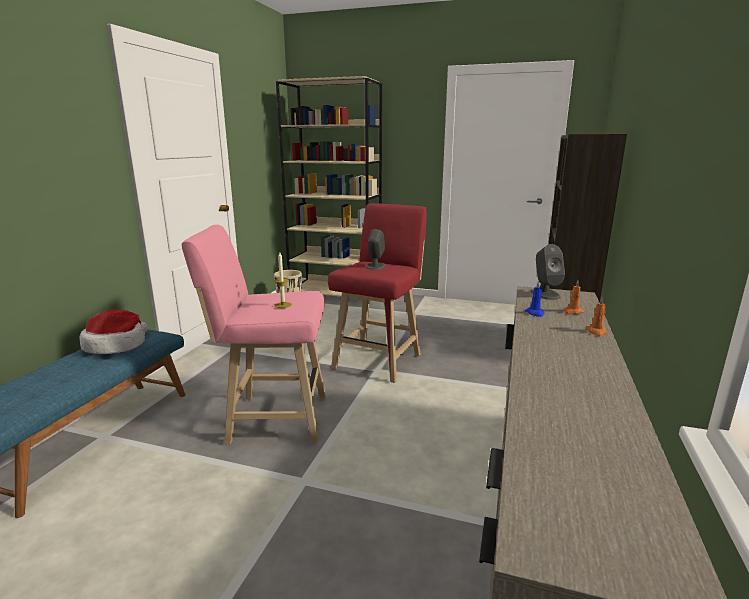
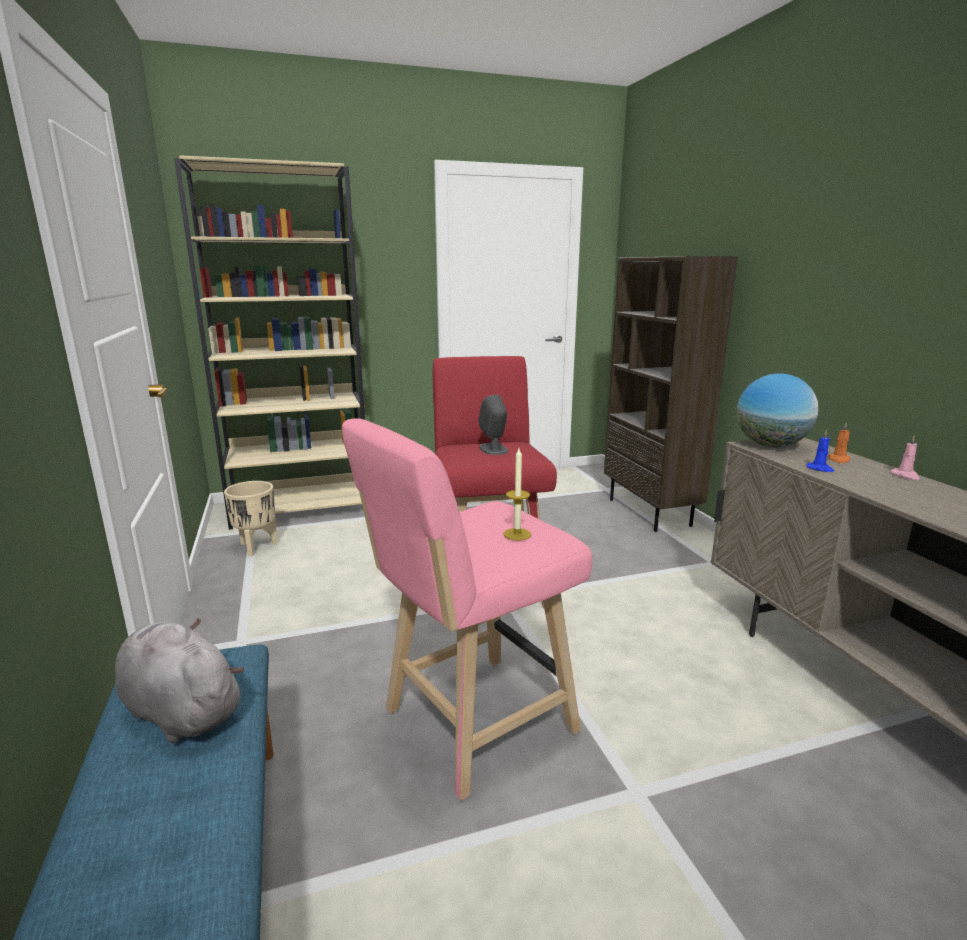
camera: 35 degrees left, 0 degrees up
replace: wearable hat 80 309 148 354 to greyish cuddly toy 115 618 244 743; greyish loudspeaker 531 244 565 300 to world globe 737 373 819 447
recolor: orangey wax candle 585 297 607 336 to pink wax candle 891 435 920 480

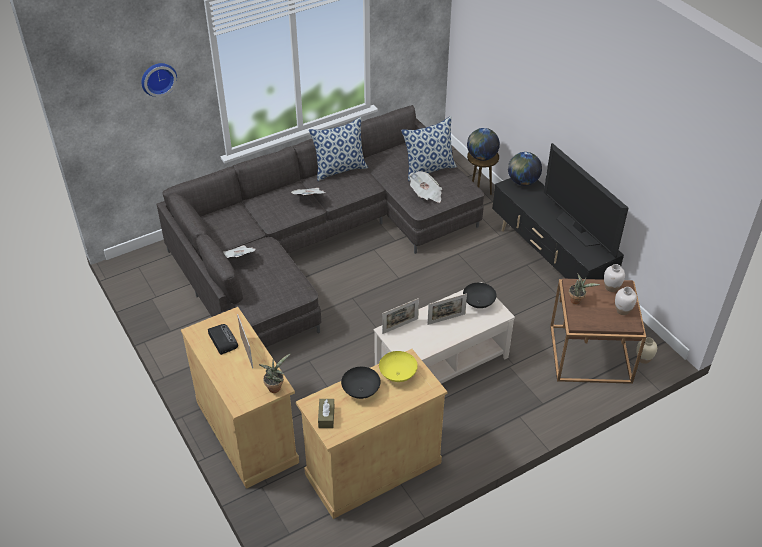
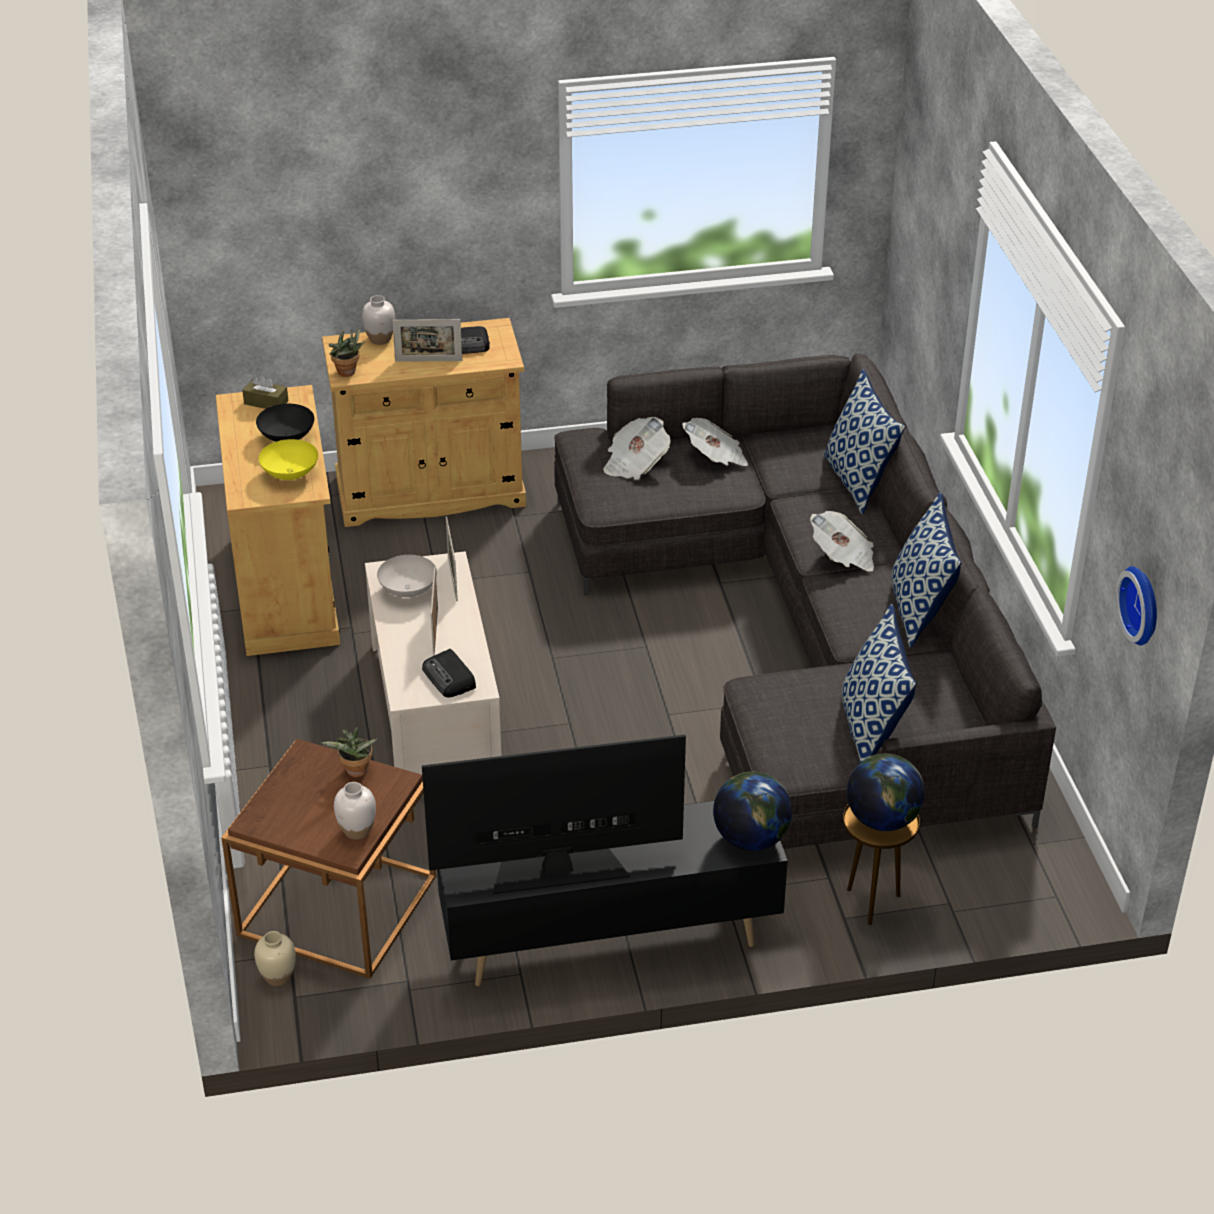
camera: 110 degrees right, 5 degrees down
insert: whitish bowl 377 555 437 597; cushion 823 369 905 514
move: hanging clock 141 63 177 97 to 1116 566 1157 645; newspaper 409 171 442 203 to 603 417 671 480; whitish decorative vase 615 287 637 315 to 362 295 395 345
replace: black-coloured bowl 463 283 497 308 to radio 422 649 476 697

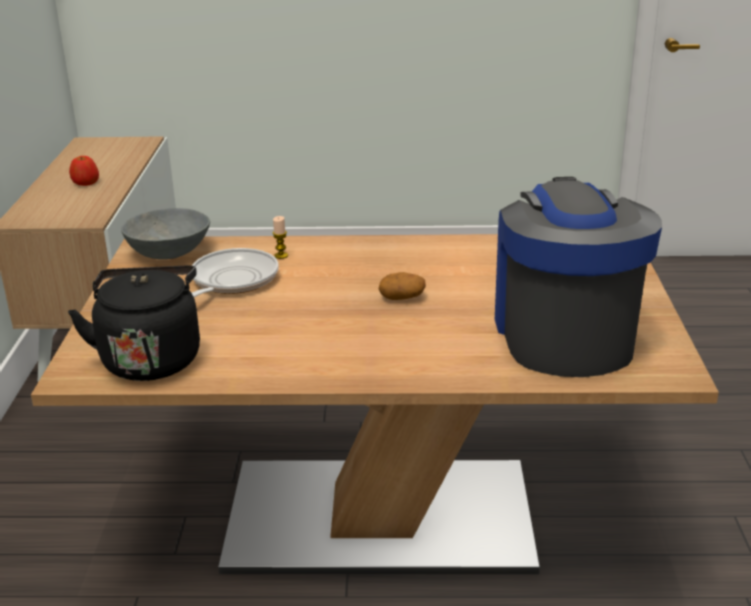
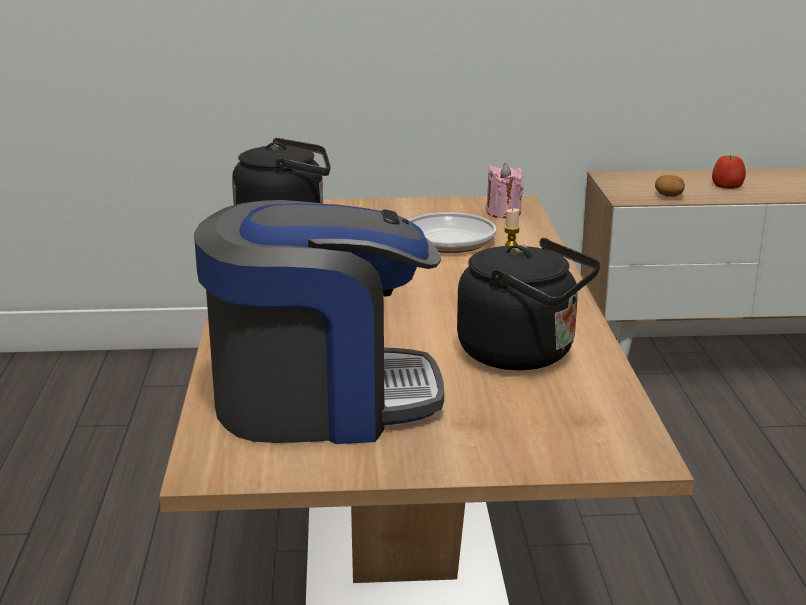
camera: 85 degrees right, 5 degrees down
insert: black-coloured water kettle 457 238 600 370
move: spud 379 272 426 300 to 655 175 685 197
replace: greyish bowl 121 208 210 259 to pink wax candle 486 163 524 218

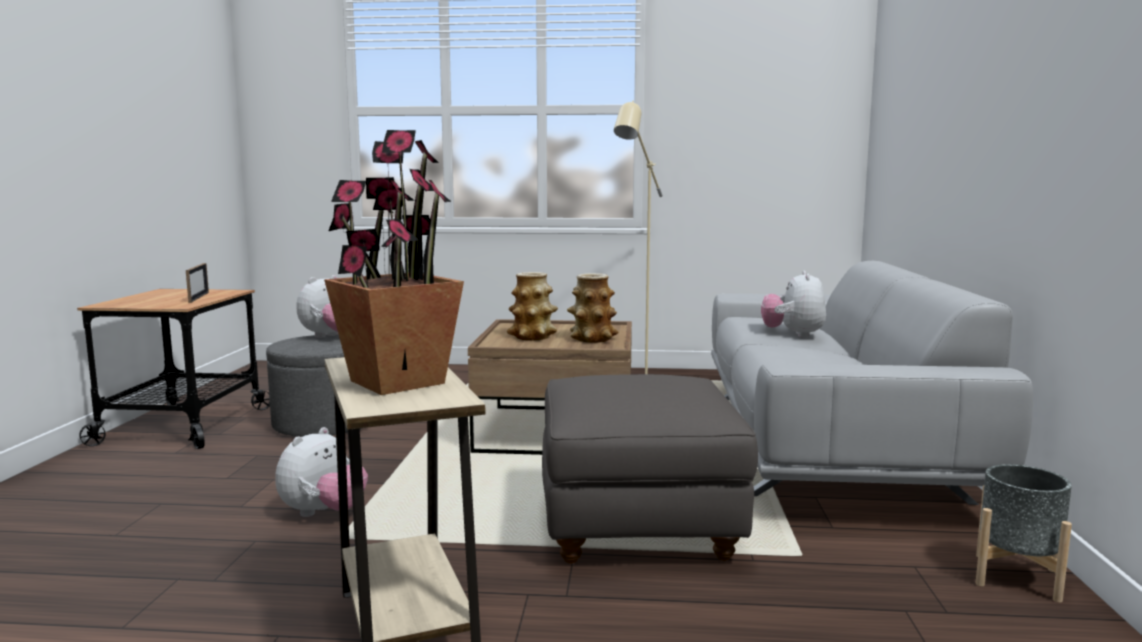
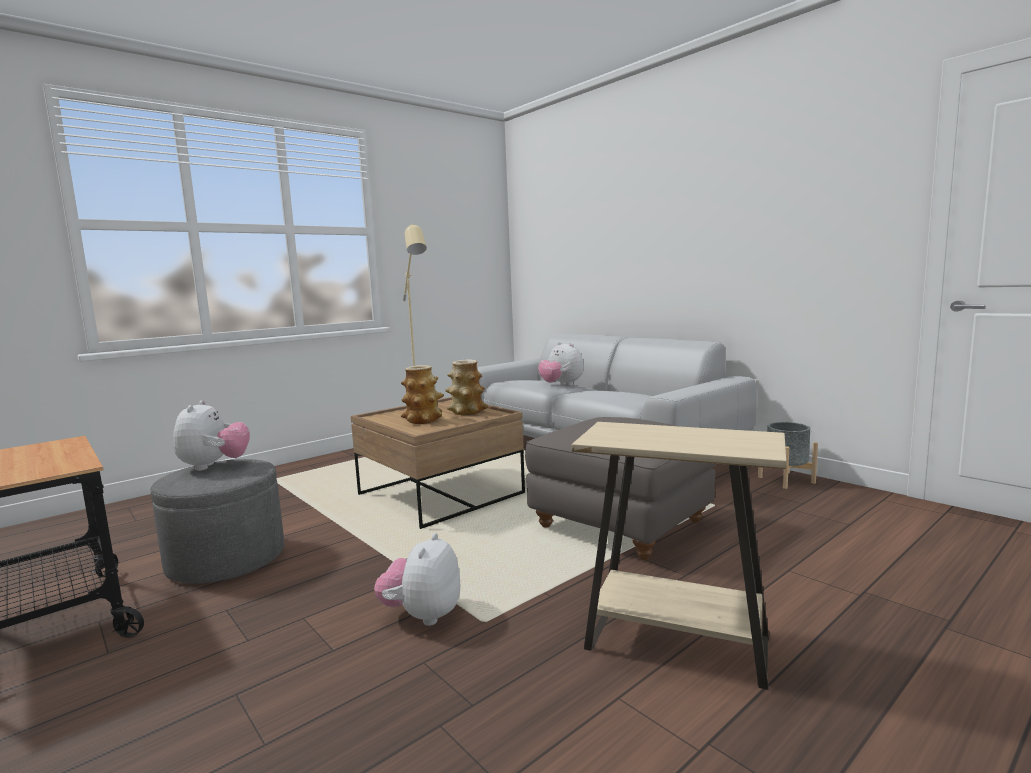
camera: 45 degrees left, 0 degrees up
delete: picture frame 186 263 209 303; houseplant 324 130 464 395
rotate: cuddly toy 275 427 368 517 = 374 533 460 626 150 degrees counterclockwise

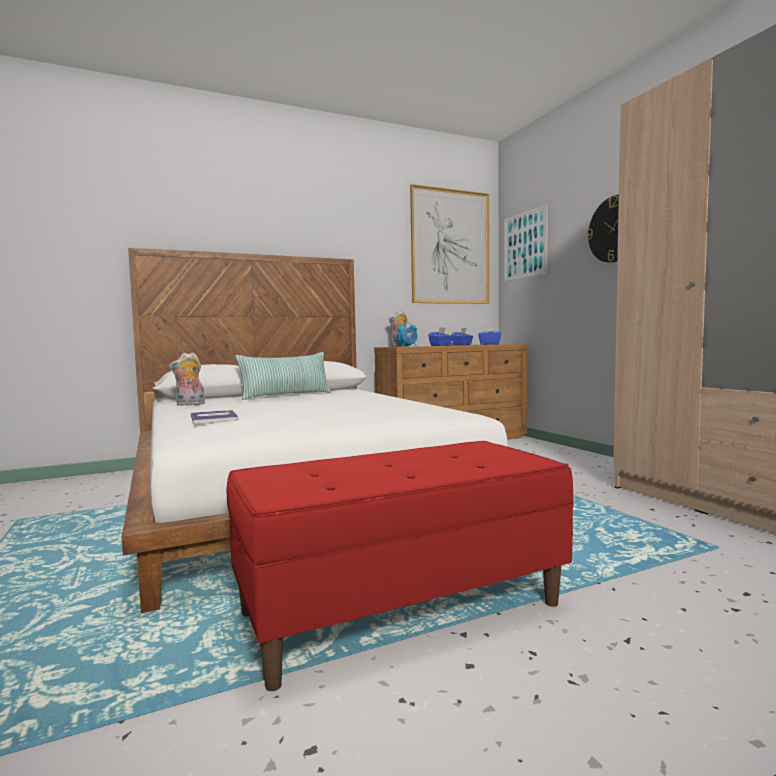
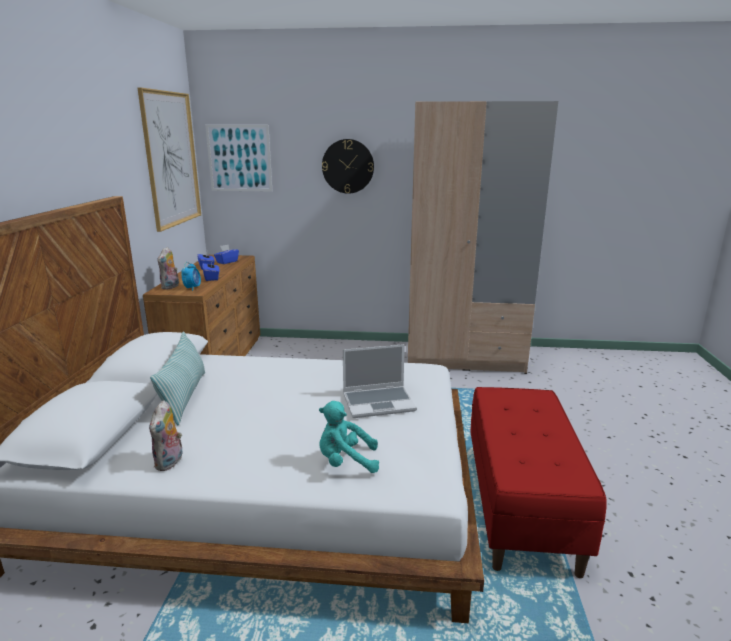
camera: 60 degrees left, 15 degrees up
insert: laptop 343 344 417 418
replace: book 191 410 238 424 to turquoise cuddly toy 319 401 379 473

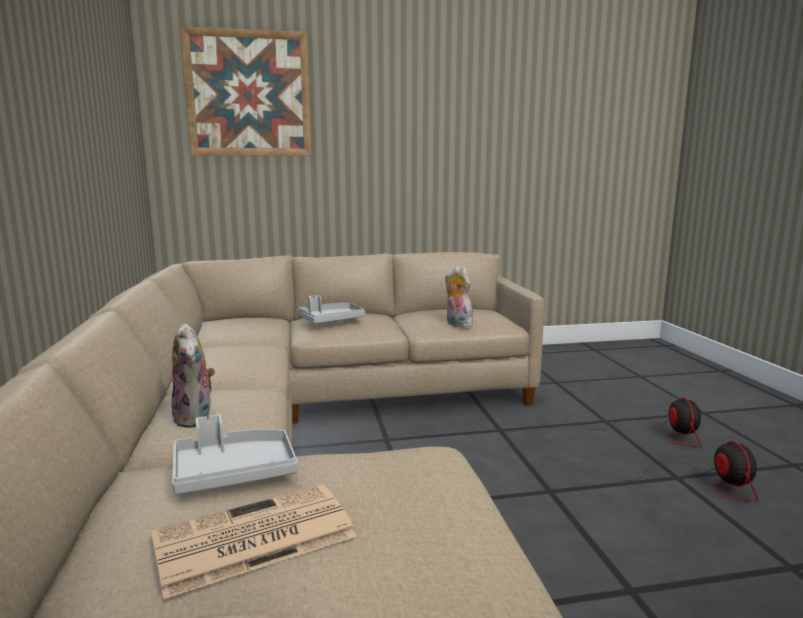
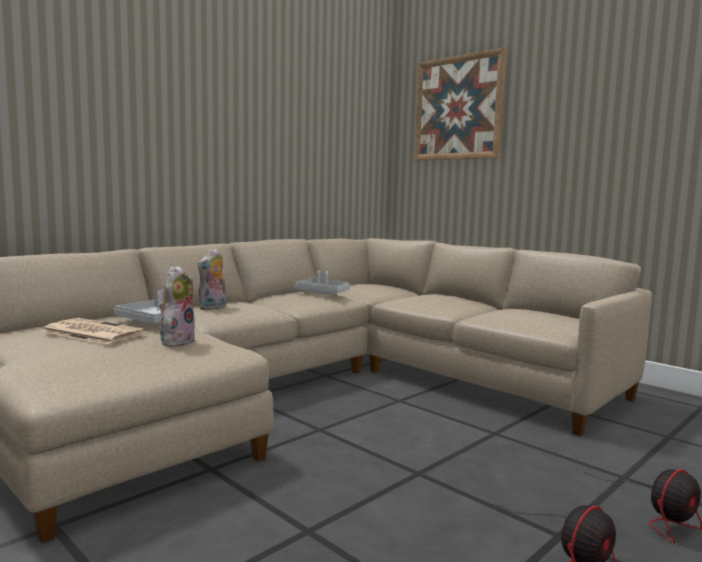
camera: 55 degrees right, 5 degrees down
move: greyish tray 298 295 365 323 to 294 271 350 294; cuddly toy 445 266 473 328 to 159 265 196 347

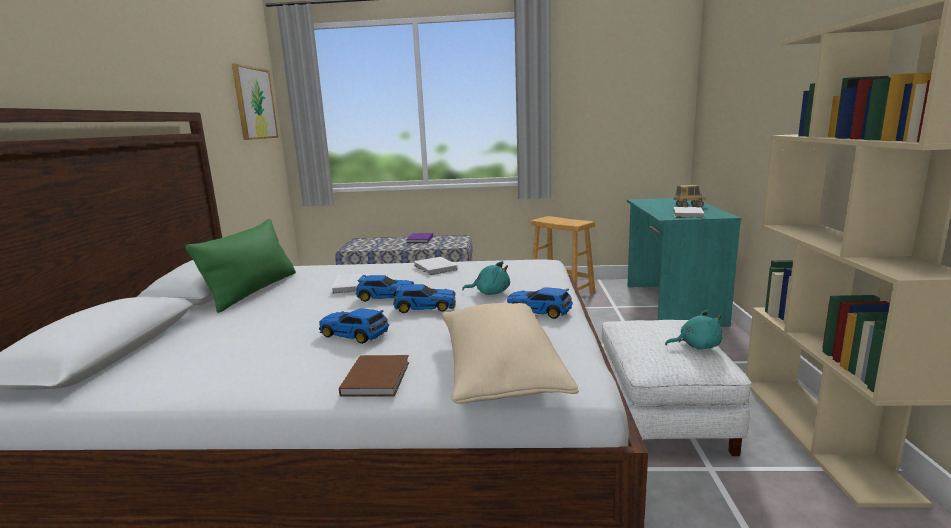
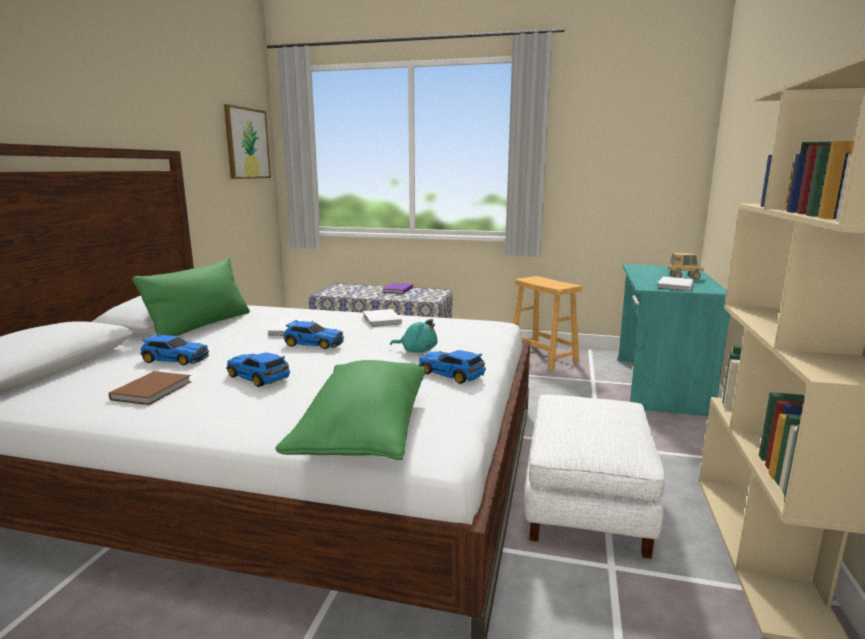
camera: 10 degrees right, 0 degrees up
delete: turquoise cuddly toy 665 310 723 350
move: brown-coloured book 339 355 409 397 to 109 371 191 405; miniature car 393 284 456 313 to 140 334 209 365
recolor: beige-coloured cushion 442 303 579 404 to greenish cushion 275 360 425 460

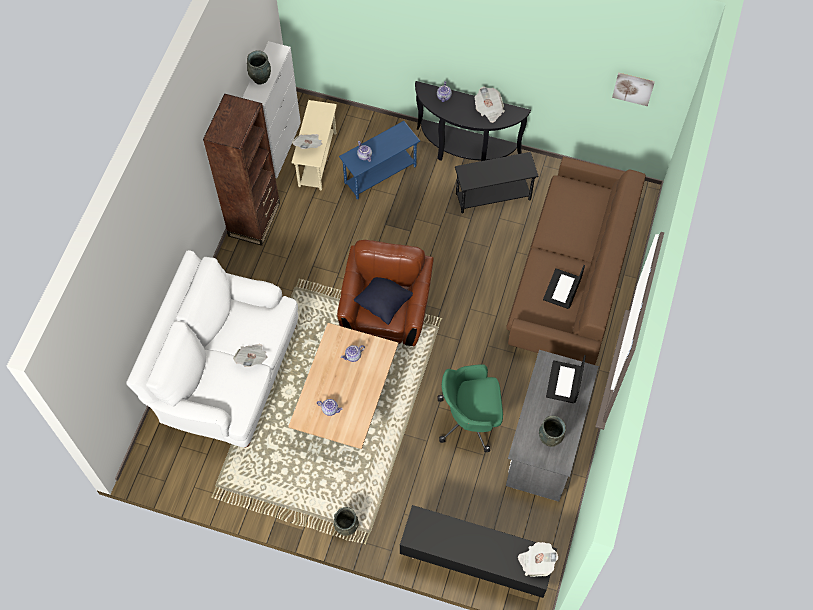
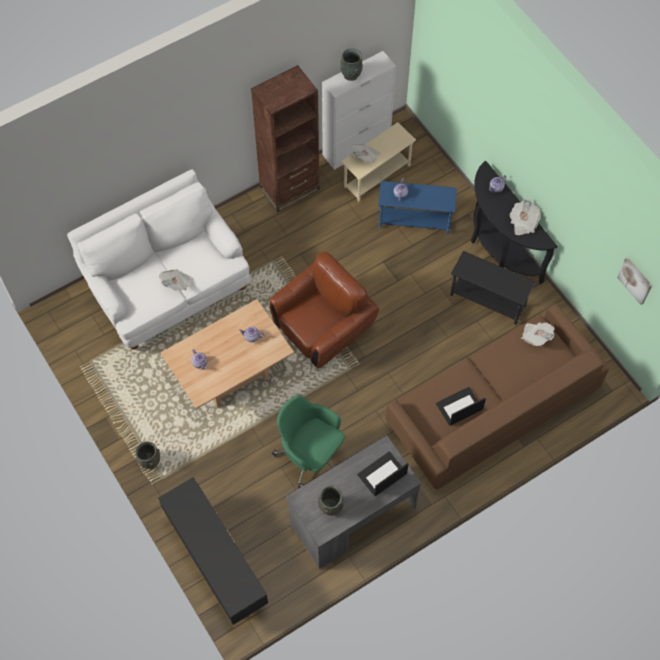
camera: 40 degrees right, 0 degrees up
delete: black-coloured cushion 354 277 413 325
move: newspaper 518 542 558 577 to 521 322 555 346

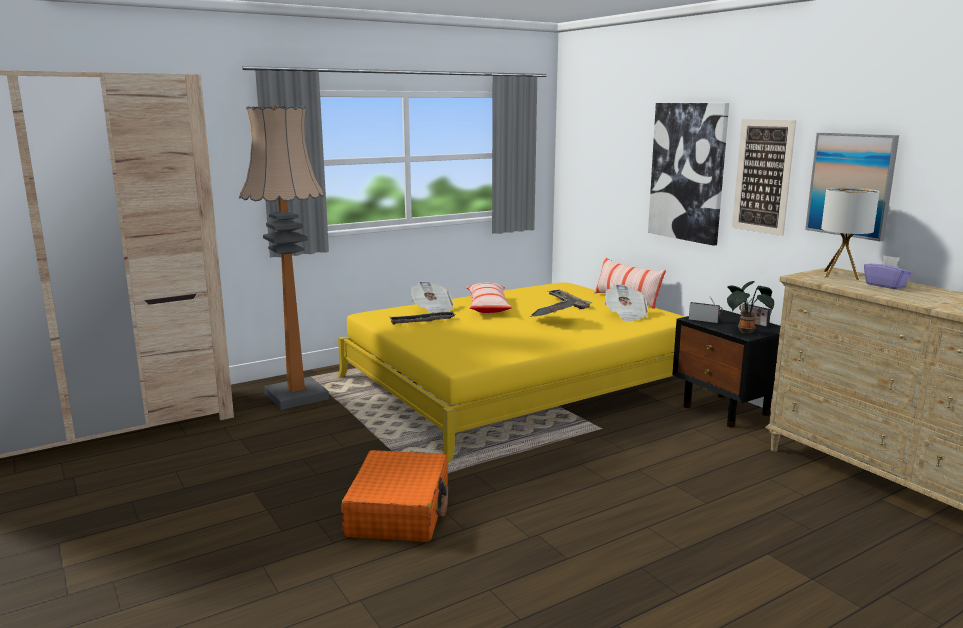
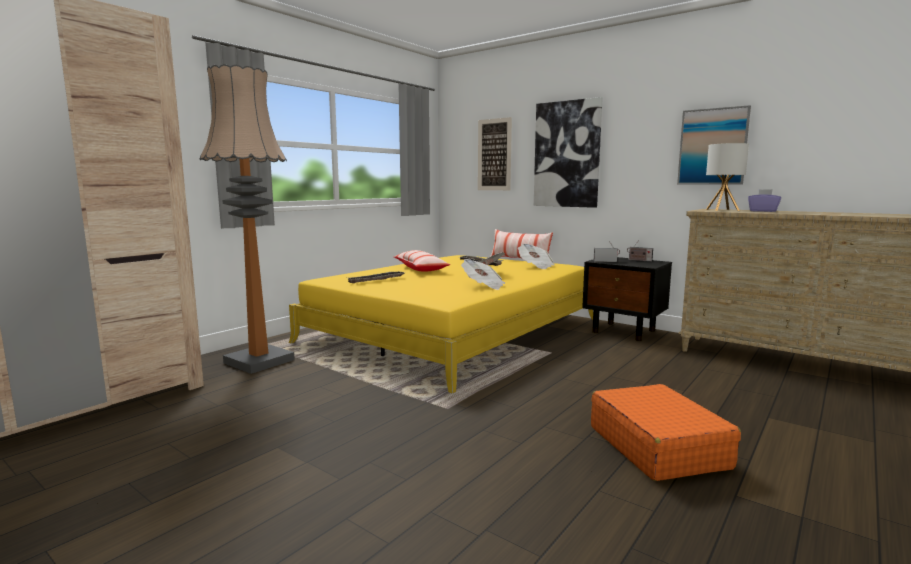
camera: 20 degrees left, 5 degrees down
delete: houseplant 727 281 774 333
move: orangey travel case 341 450 448 542 to 591 384 741 481; newspaper 411 281 454 313 to 461 259 505 290; wall picture 732 119 796 236 to 478 117 512 190

